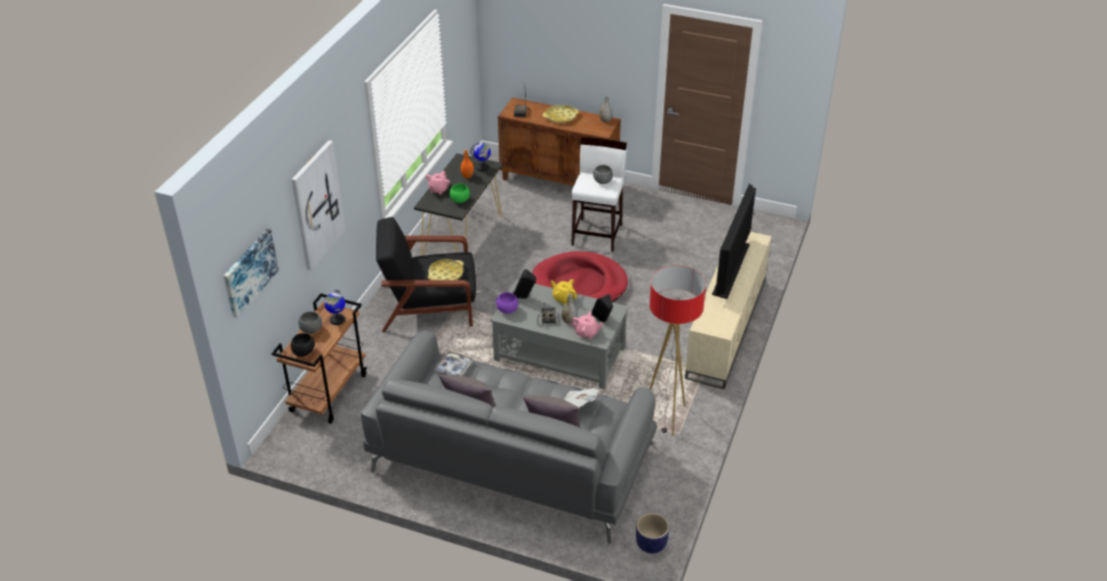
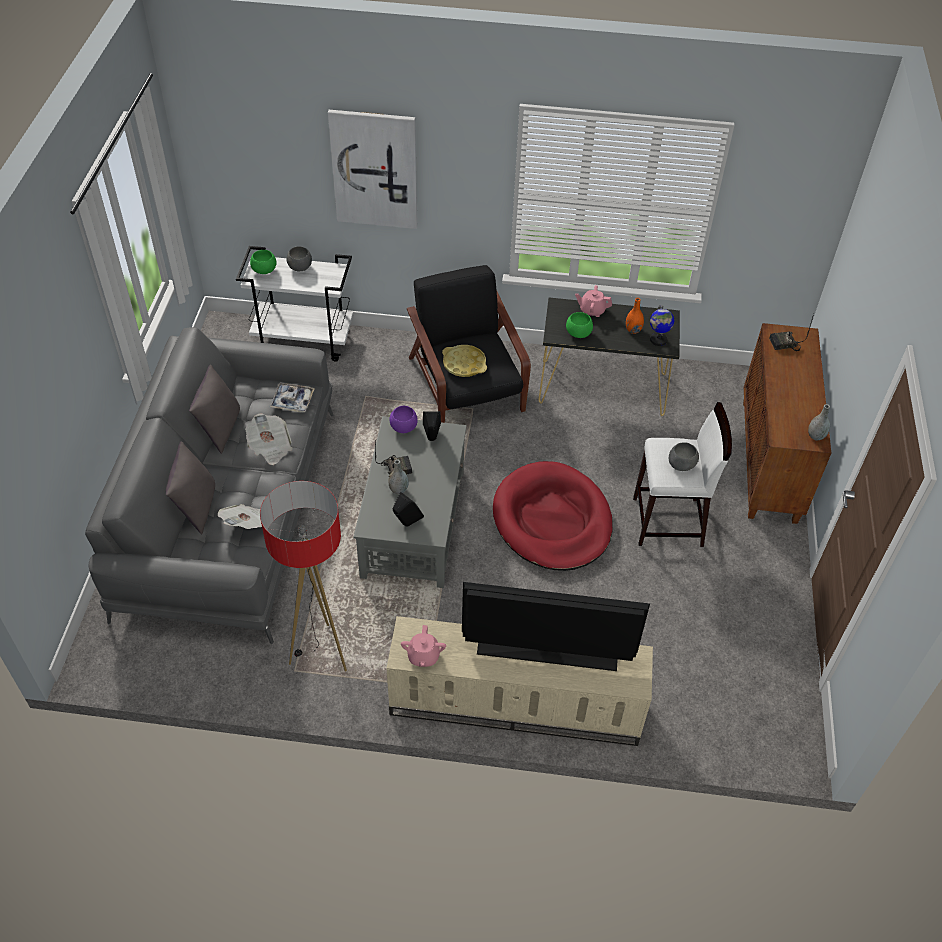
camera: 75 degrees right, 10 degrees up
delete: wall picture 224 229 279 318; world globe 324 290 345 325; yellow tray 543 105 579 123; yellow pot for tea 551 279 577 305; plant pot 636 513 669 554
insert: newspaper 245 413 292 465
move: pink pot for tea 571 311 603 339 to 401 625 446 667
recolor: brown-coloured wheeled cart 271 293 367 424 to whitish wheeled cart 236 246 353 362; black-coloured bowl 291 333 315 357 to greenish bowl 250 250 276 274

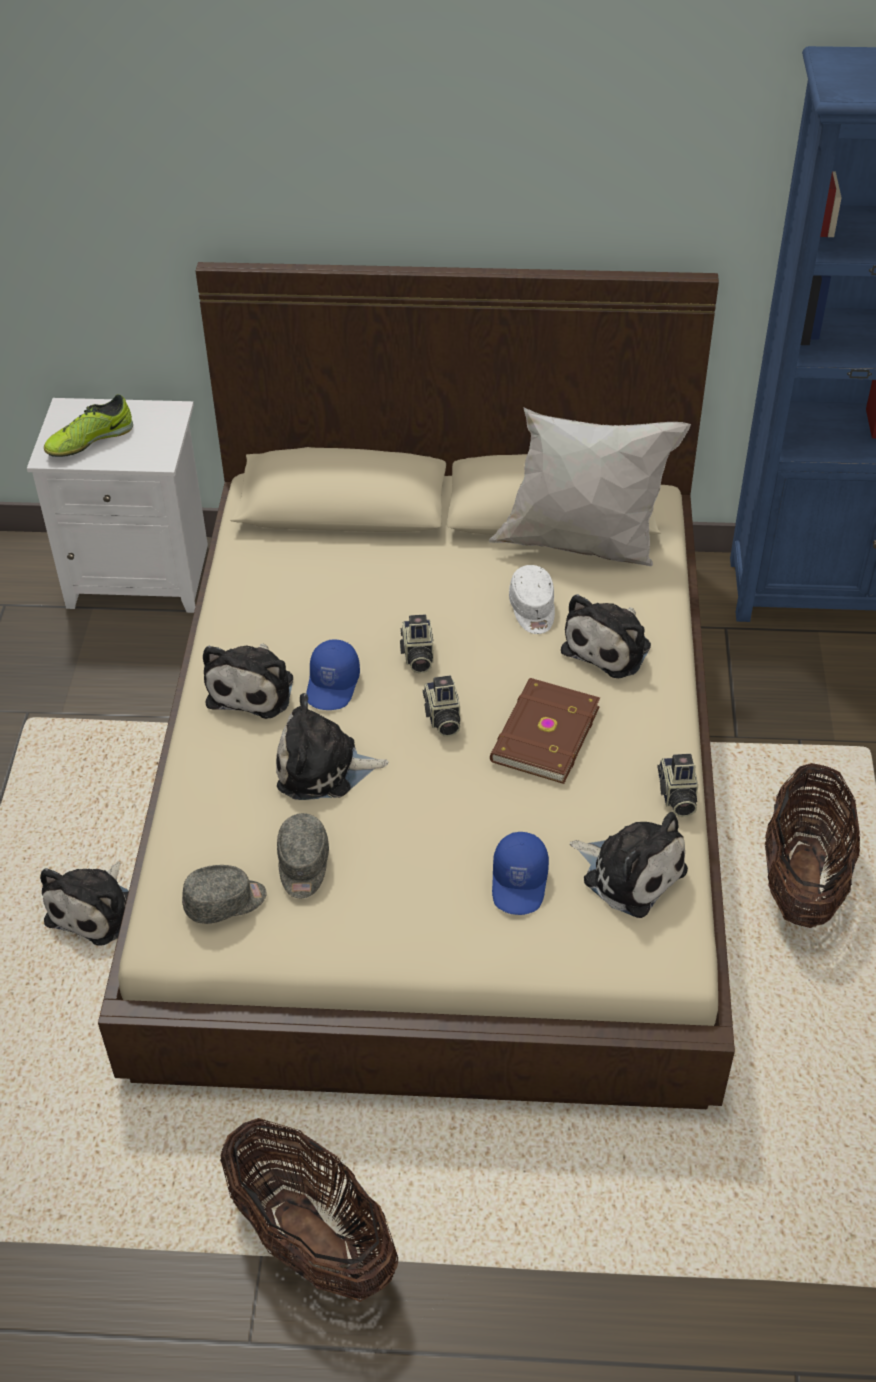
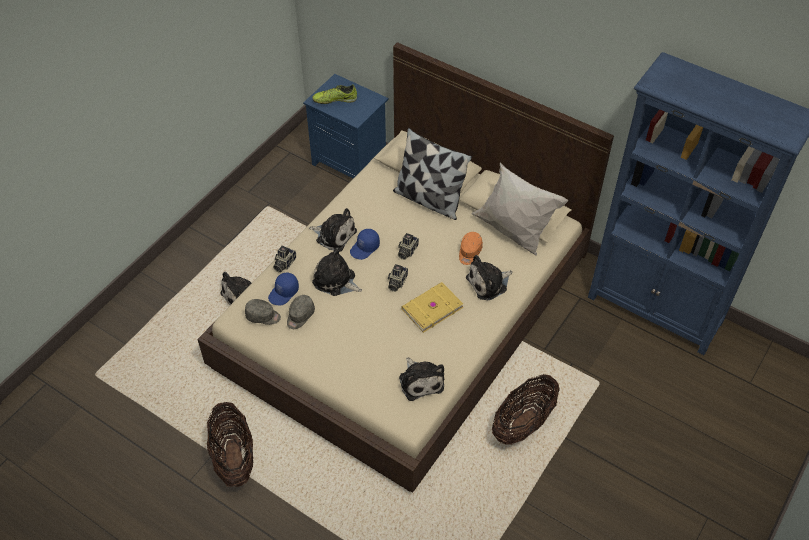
camera: 30 degrees right, 5 degrees up
insert: cushion 393 128 472 220
move: blue baseball cap 492 832 549 915 to 268 273 299 306; photo camera 657 754 698 817 to 273 246 296 273
recolor: whitish nightstand 27 398 208 613 to blue nightstand 303 74 388 179; brown-coloured book 490 678 600 784 to yellow book 401 282 463 333; whitish baseball cap 509 565 555 634 to orangey baseball cap 459 232 483 265
rotate: cuddly toy 203 644 293 719 = 309 208 357 252 105 degrees counterclockwise

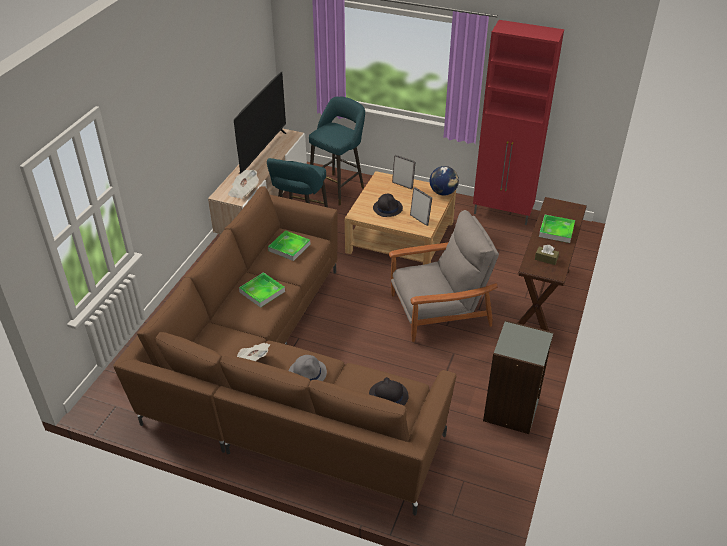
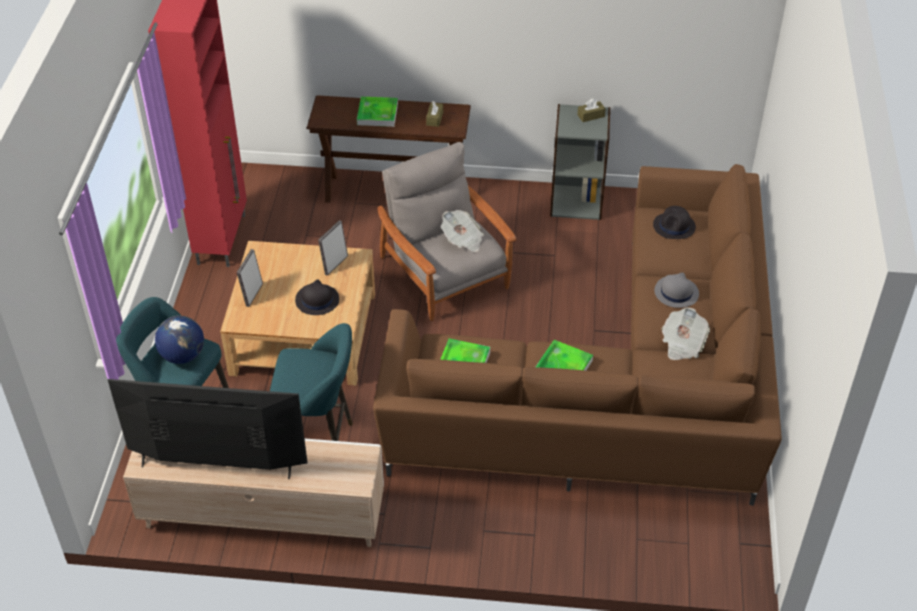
camera: 105 degrees left, 5 degrees up
insert: brown-coloured box of tissues 577 98 606 122
move: newspaper 228 170 259 199 to 441 210 484 252; world globe 430 166 459 196 to 155 316 204 364

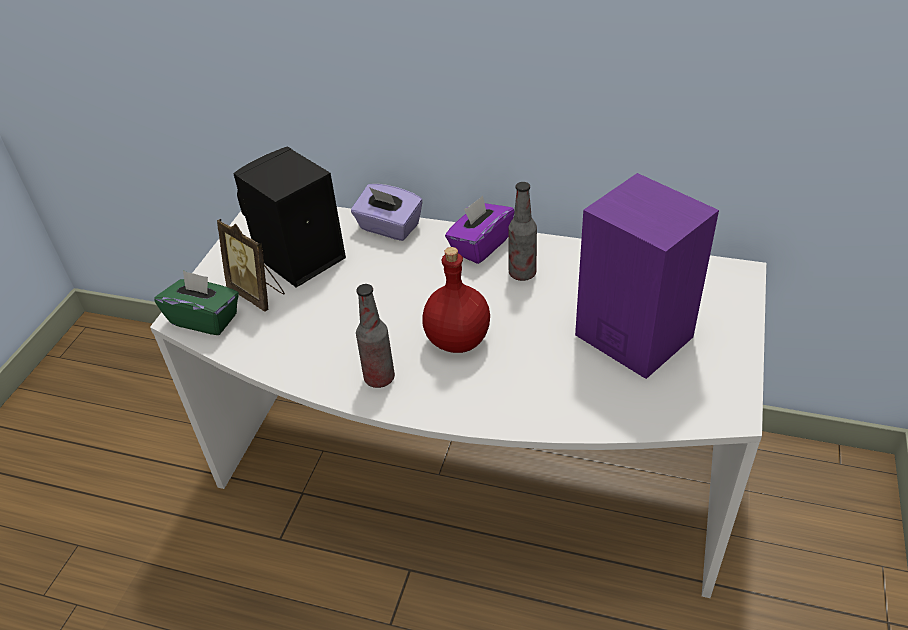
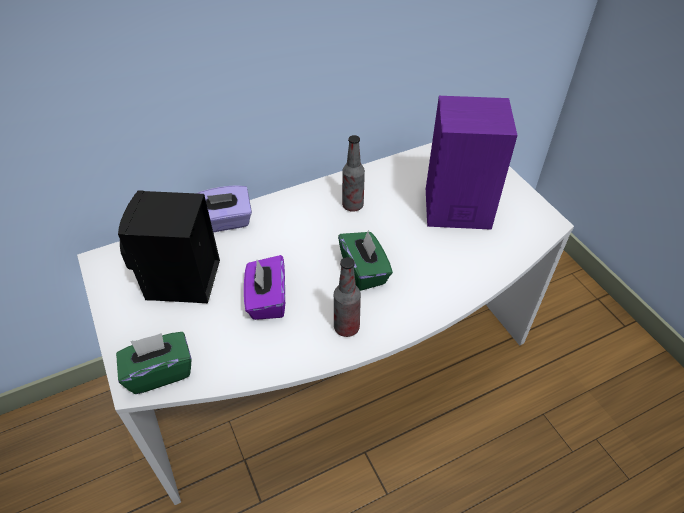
camera: 45 degrees left, 5 degrees up
delete: picture frame 217 219 285 311
move: purple-coloured box of tissues 445 195 514 264 to 244 255 285 320
replace: red-coloured bottle 422 247 490 353 to greenish box of tissues 338 231 393 291

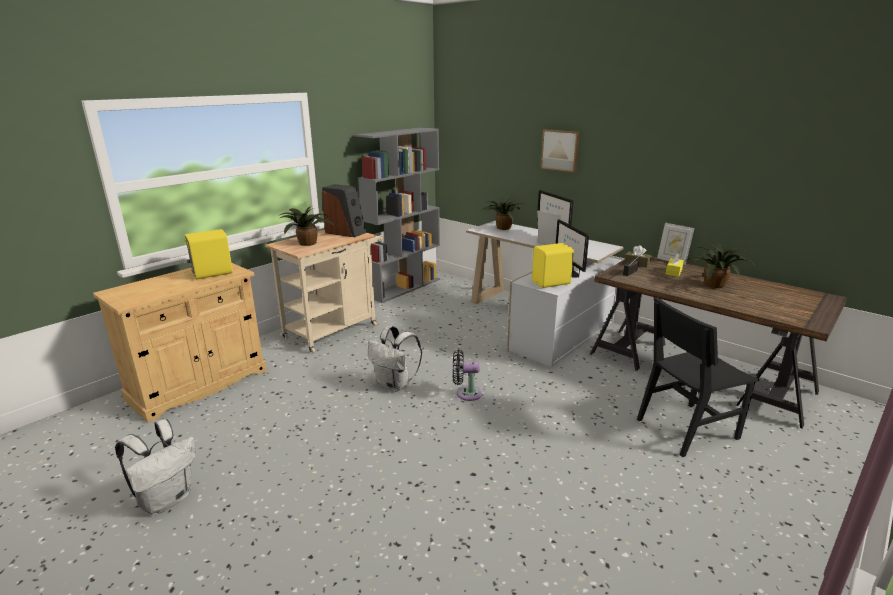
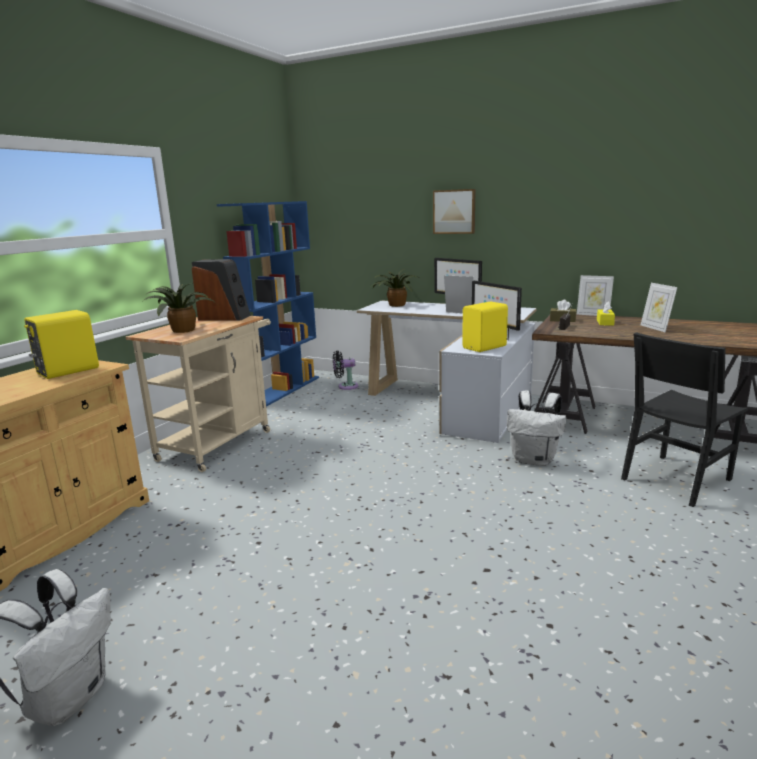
camera: 15 degrees left, 5 degrees down
move: whitish knapsack 368 326 422 392 to 507 390 566 466; black-coloured electric fan 453 350 482 401 to 333 351 359 390
replace: houseplant 685 244 754 288 to picture frame 641 283 677 332
recolor: greyish bookcase 355 127 440 303 to blue bookcase 217 201 319 407

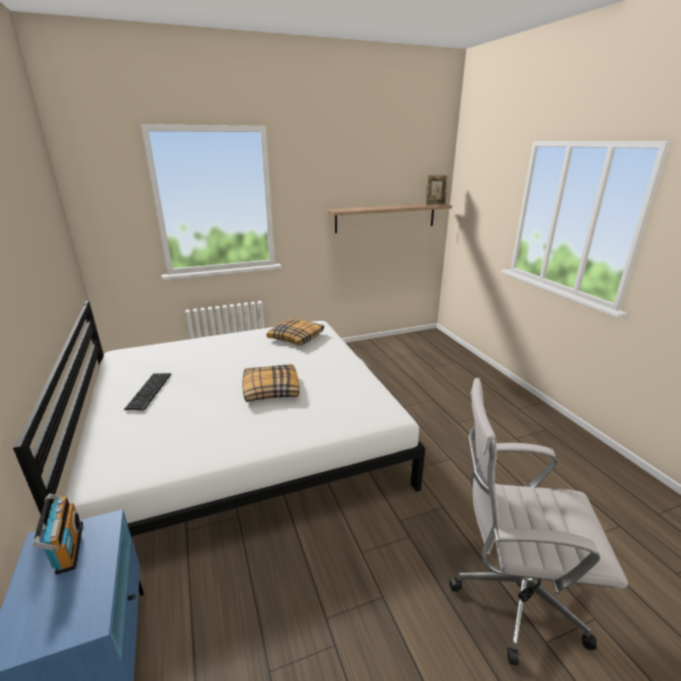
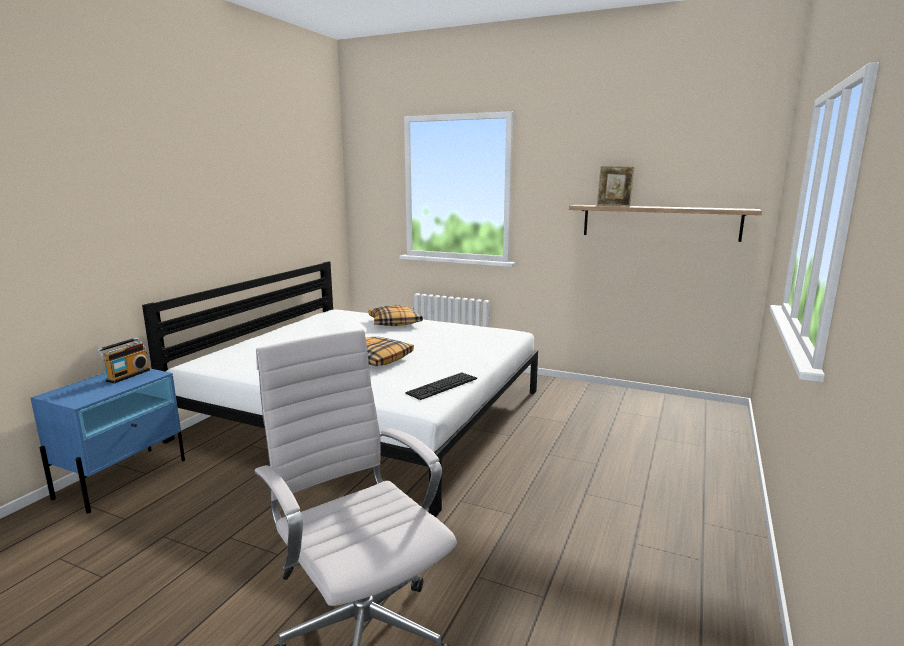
camera: 45 degrees right, 10 degrees down
move: keyboard 124 373 171 410 to 405 372 477 400; cushion 266 318 324 346 to 369 305 423 326; picture frame 426 175 448 206 to 597 166 635 206

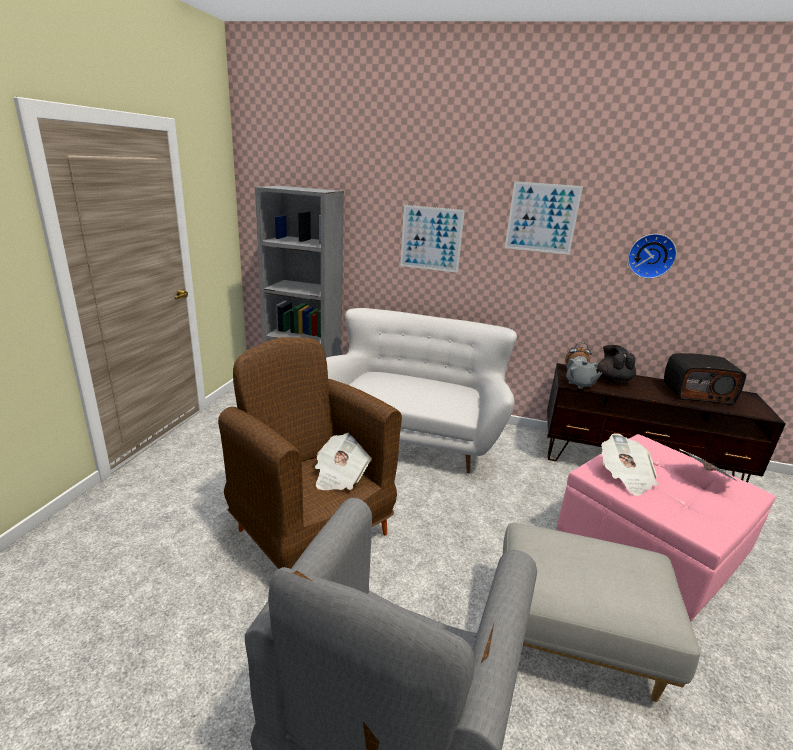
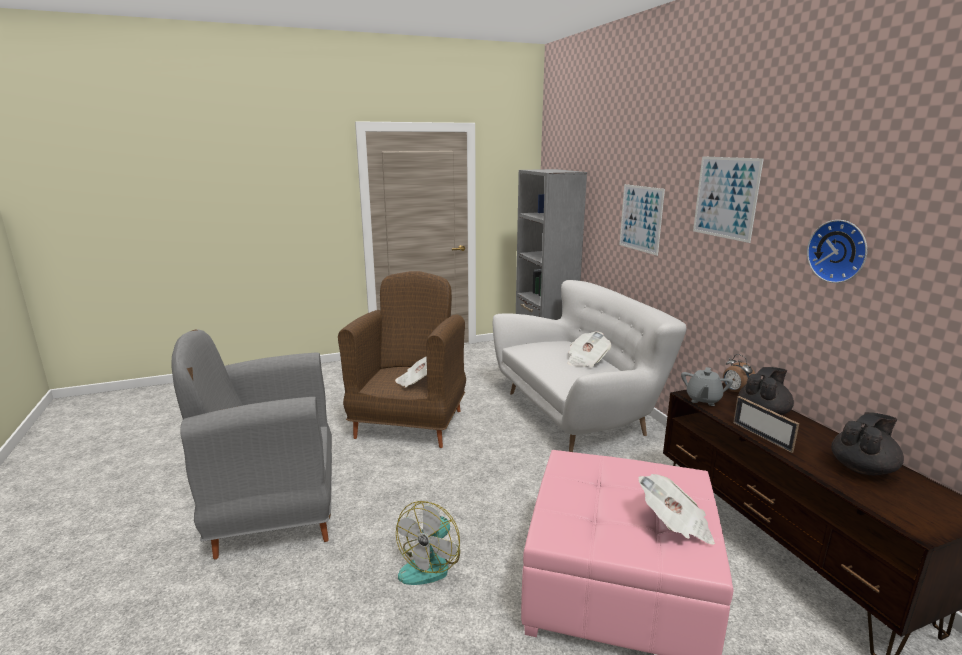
camera: 55 degrees right, 5 degrees down
insert: picture frame 733 396 799 453
move: newspaper 601 433 658 496 to 568 331 611 367
replace: greyish pouffe 503 523 700 702 to electric fan 396 501 460 585; radio 664 353 746 405 to black-coloured pot for tea 831 412 904 475

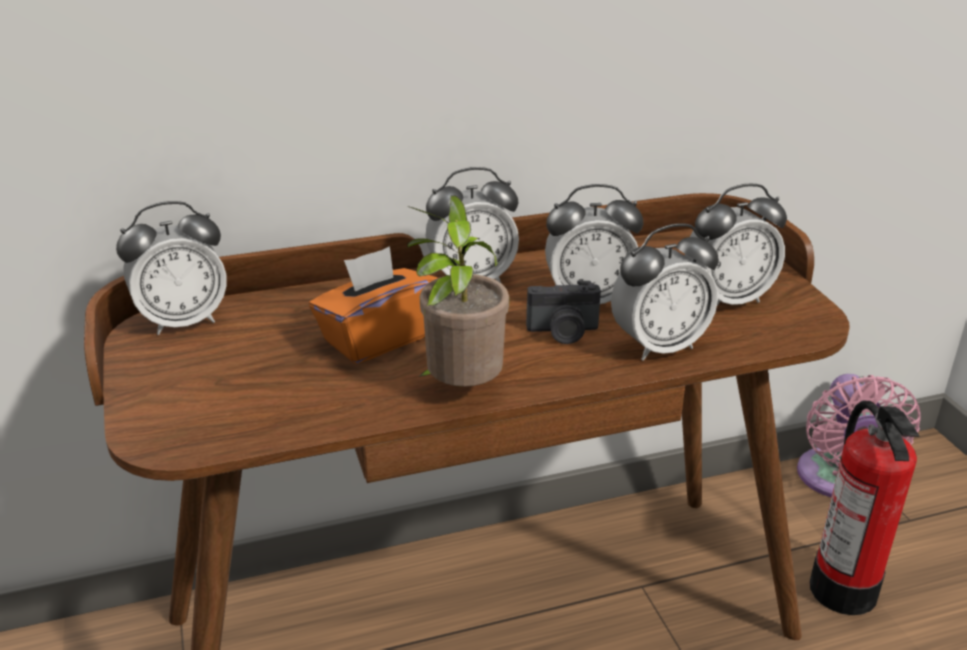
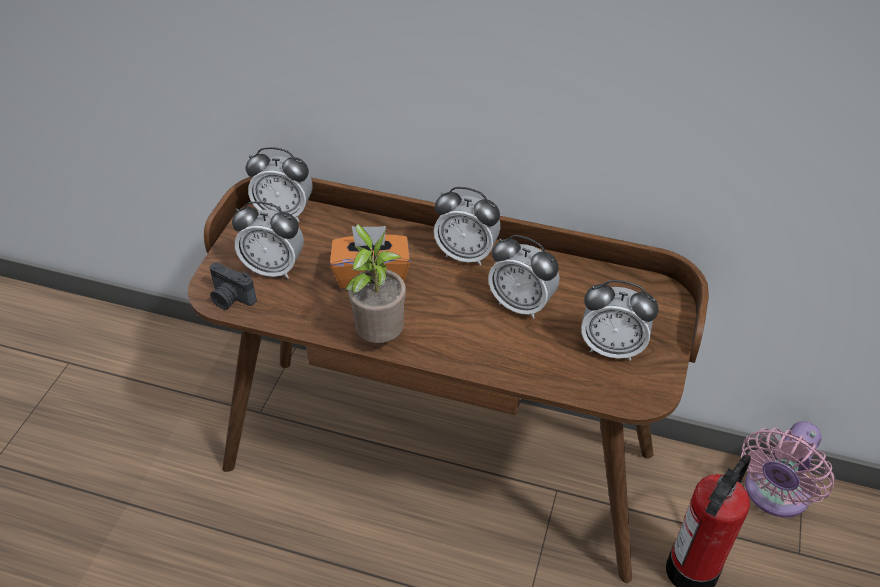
camera: 35 degrees right, 15 degrees up
move: photo camera 526 281 601 344 to 209 262 257 310; bedside clock 611 224 719 361 to 232 201 304 279

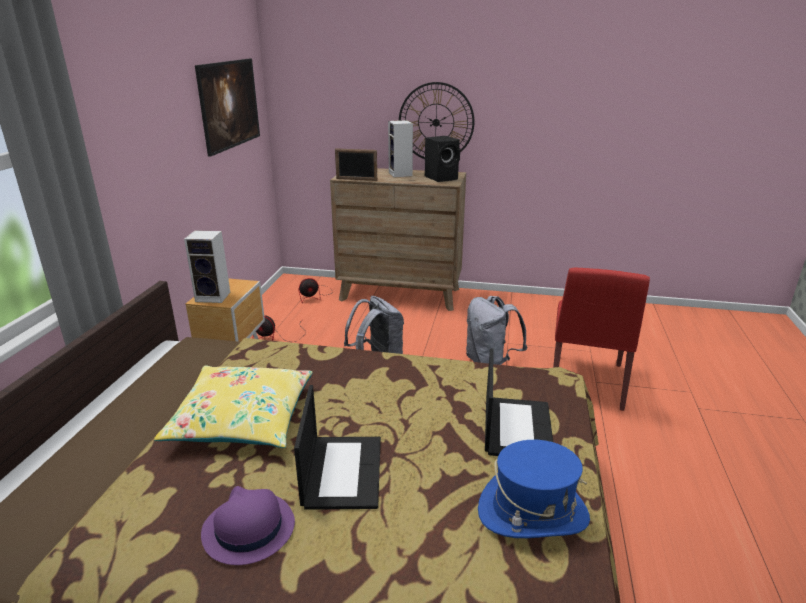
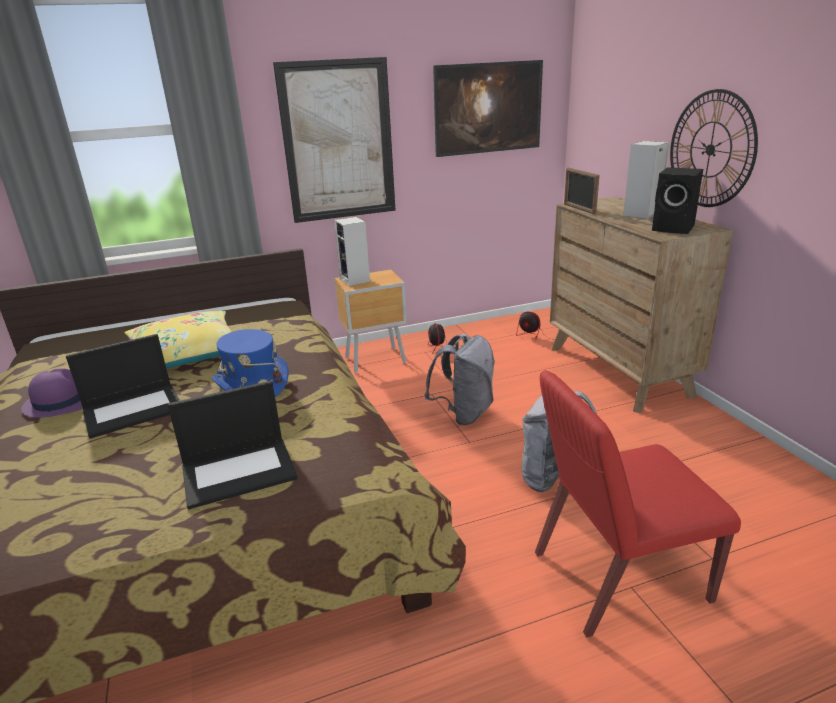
camera: 60 degrees right, 0 degrees up
insert: wall picture 273 57 396 223
move: blue wearable hat 478 440 590 538 to 212 329 289 397

